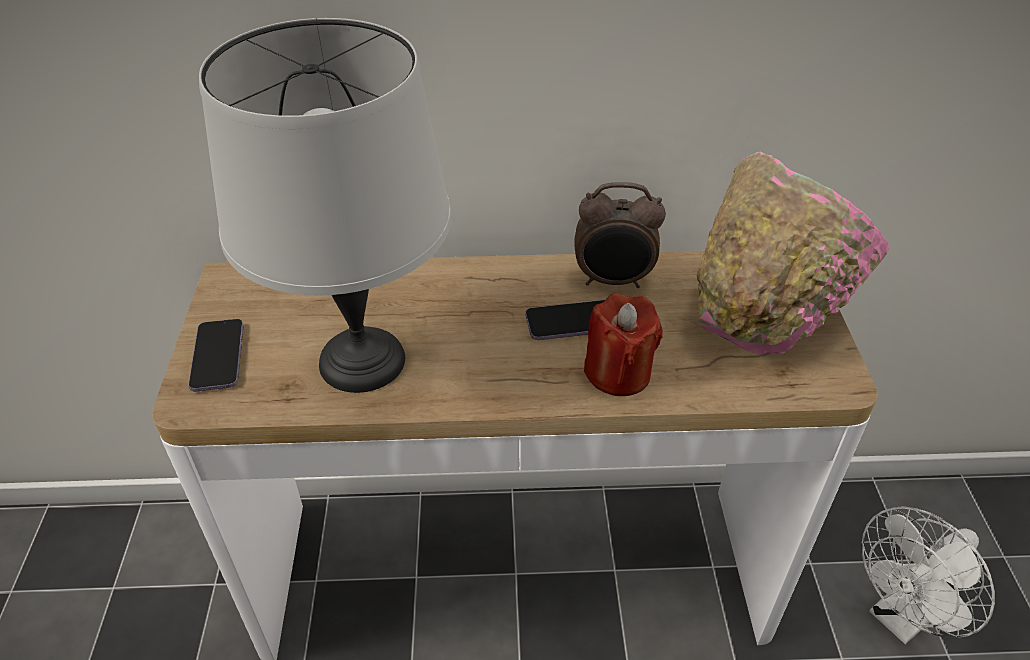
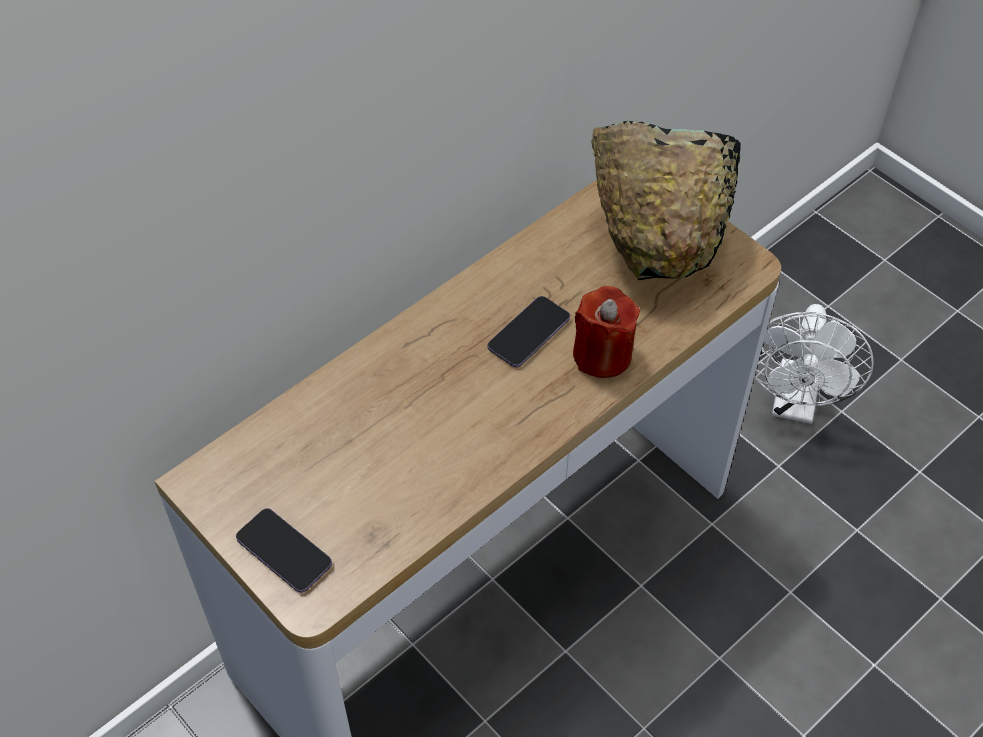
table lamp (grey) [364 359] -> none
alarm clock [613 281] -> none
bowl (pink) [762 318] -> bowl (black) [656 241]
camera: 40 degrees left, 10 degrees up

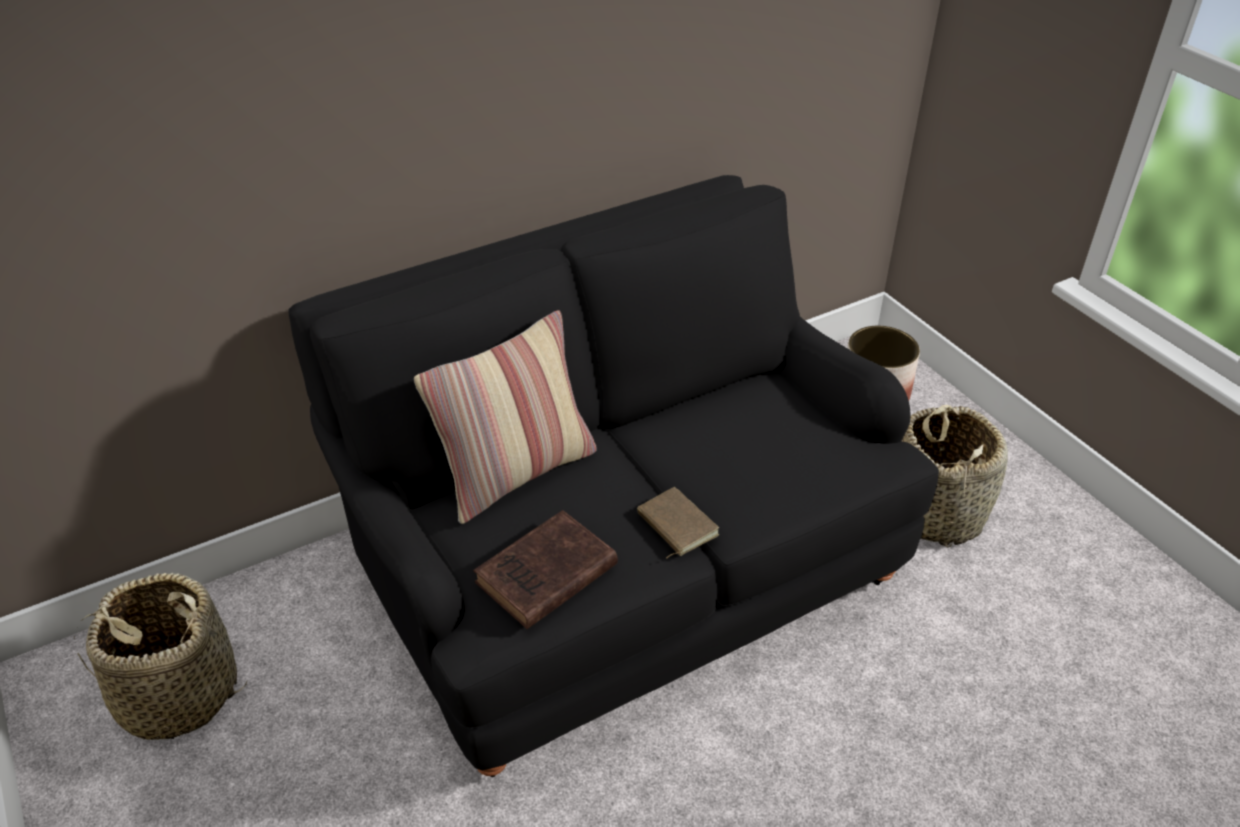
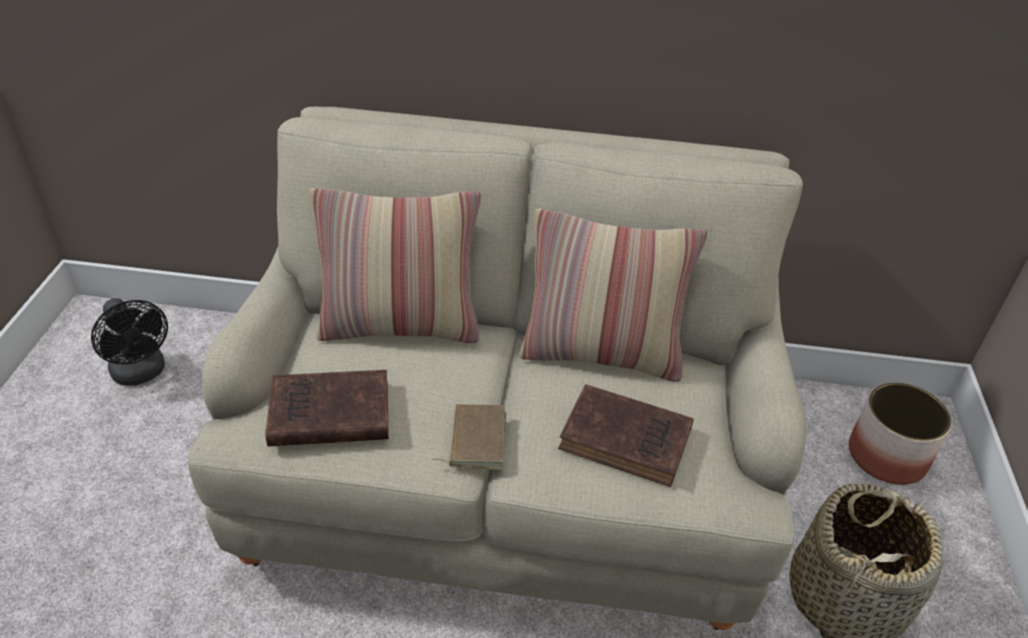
none -> pillow [601 354]
none -> book (brown) [629 440]
basket [178 693] -> fan (black) [141 373]
sofa (black) [619 567] -> sofa (beige) [505 469]
camera: 35 degrees right, 0 degrees up

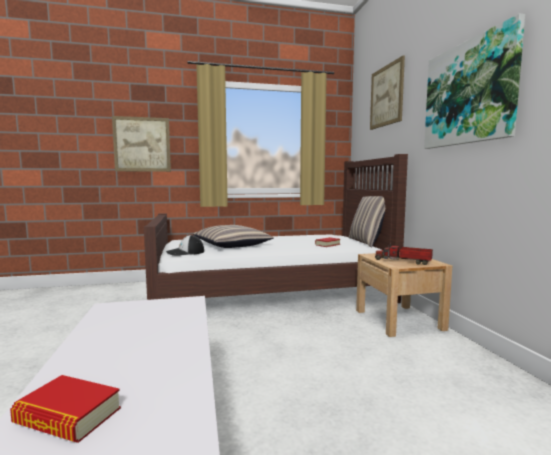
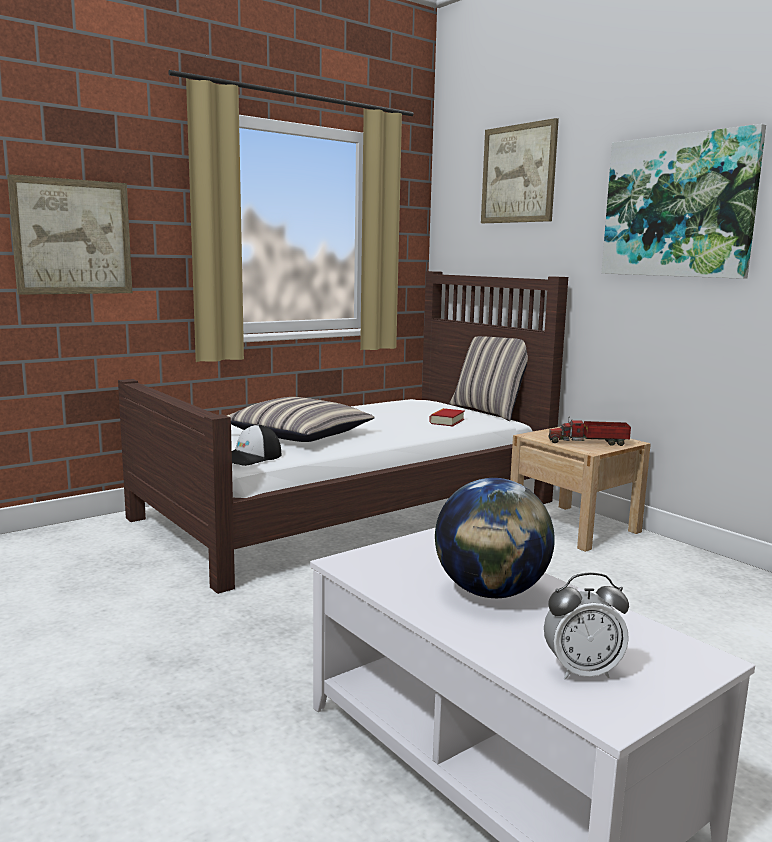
none -> globe [491 592]
book [68 416] -> alarm clock [582 671]
camera: 25 degrees left, 5 degrees up

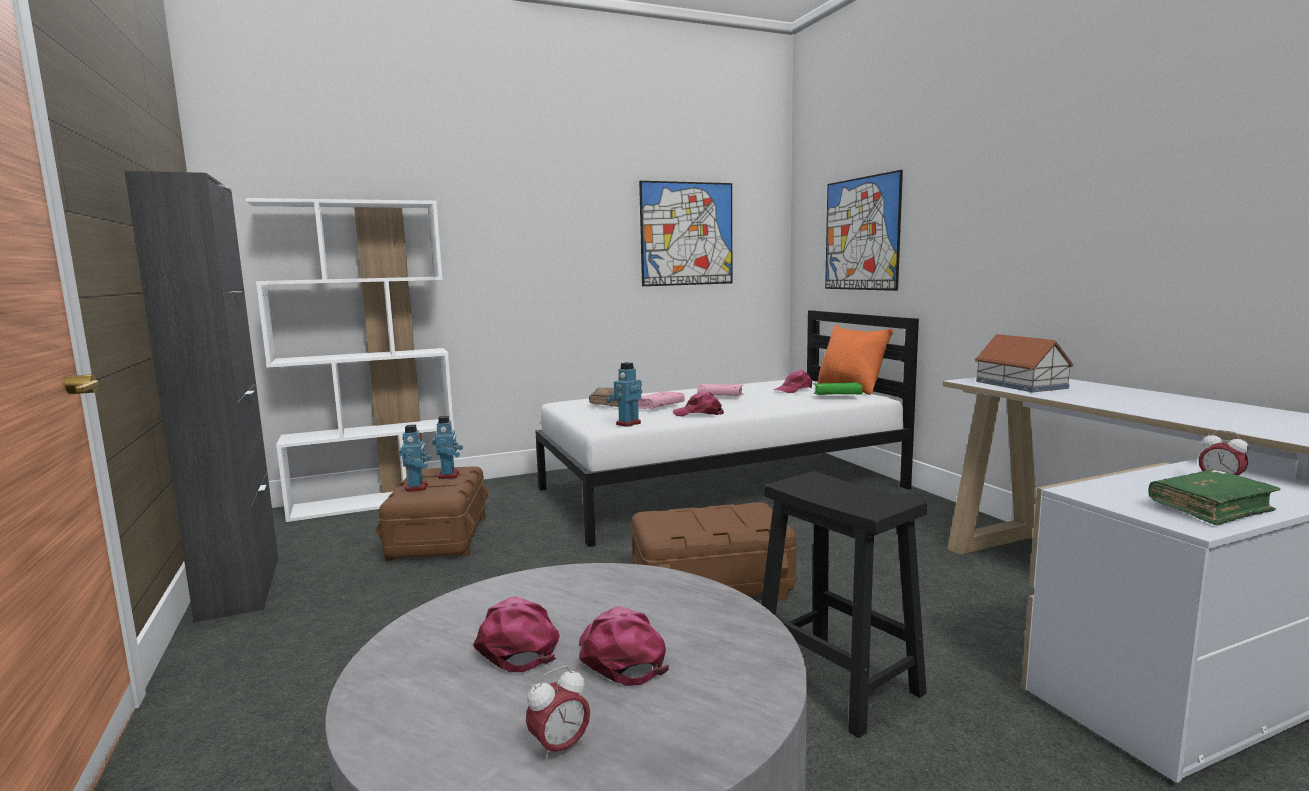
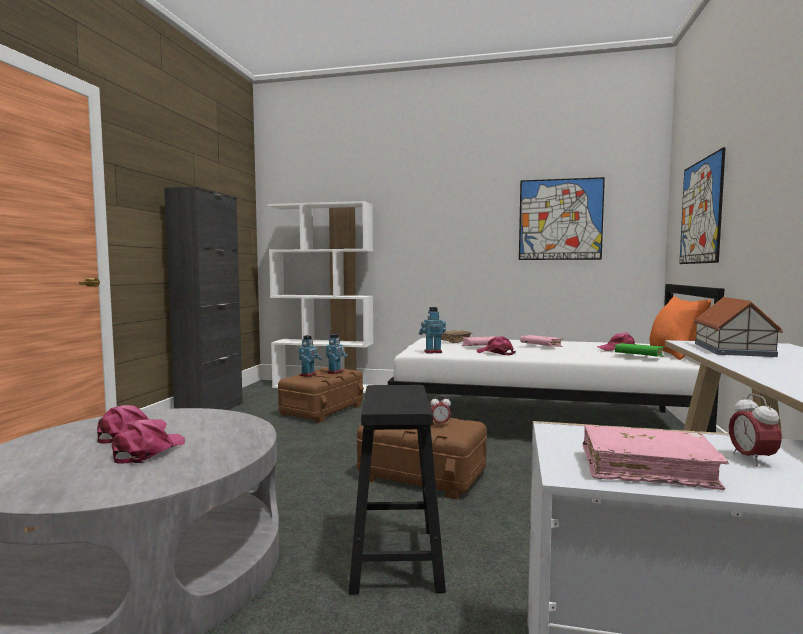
alarm clock [560 748] -> alarm clock [440 424], move
book (green) [1210 508] -> book (pink) [647 469]
camera: 35 degrees right, 5 degrees down

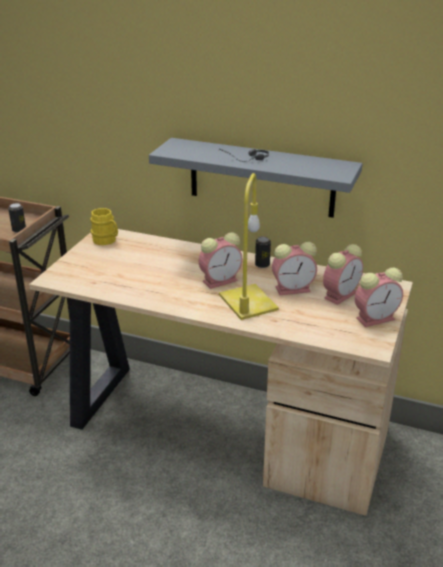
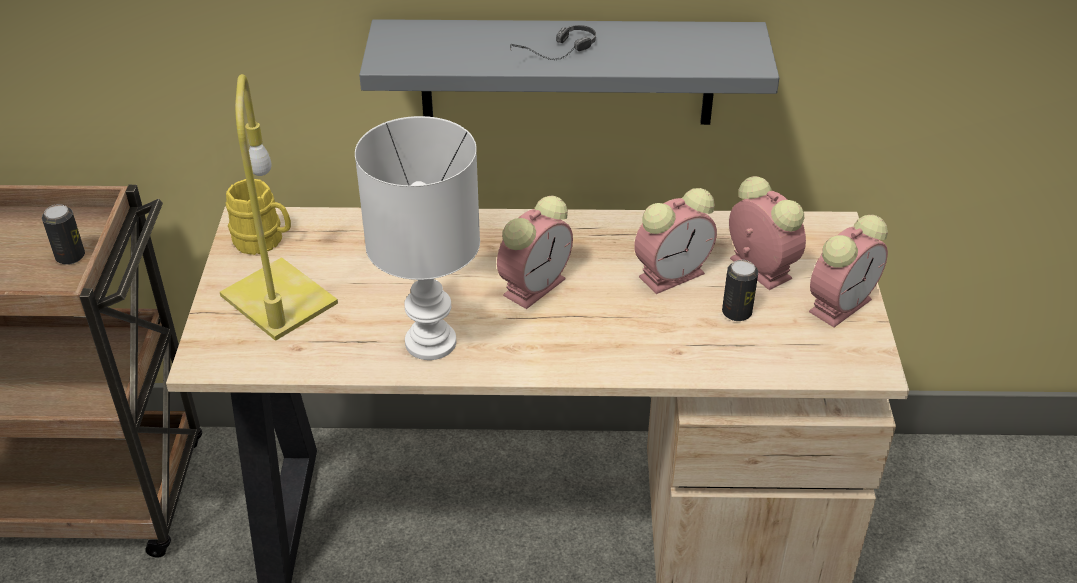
none -> table lamp (white) [430 341]
table lamp (yellow) [249 303] -> table lamp (yellow) [281 300], move
can [262 265] -> can [736 312], move
alarm clock [341 294] -> alarm clock [758 267], 60 degrees counterclockwise
camera: 20 degrees left, 10 degrees up

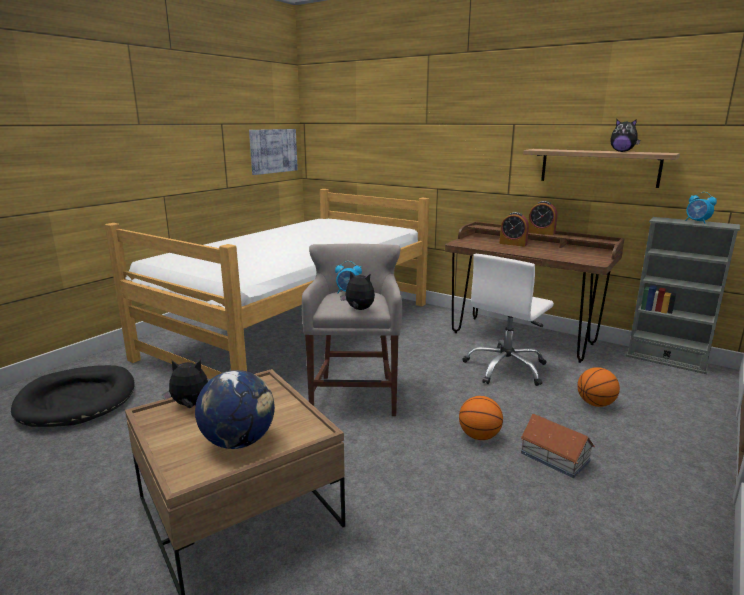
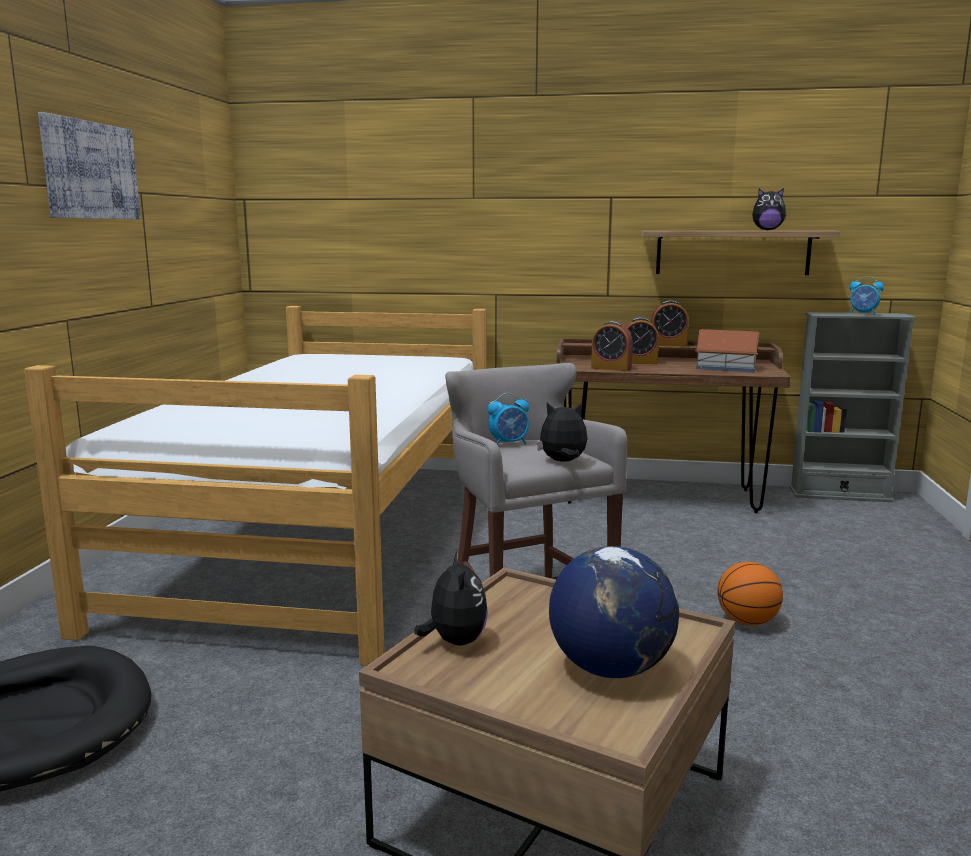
office chair (white) [506 368] -> none
basketball [595 404] -> none
none -> alarm clock [611 368]
picture [273 151] -> picture [90 170], move
toy house [554 456] -> toy house [725 367], move
plush toy [190 405] -> plush toy [454 641], 105 degrees clockwise
camera: 25 degrees left, 5 degrees down

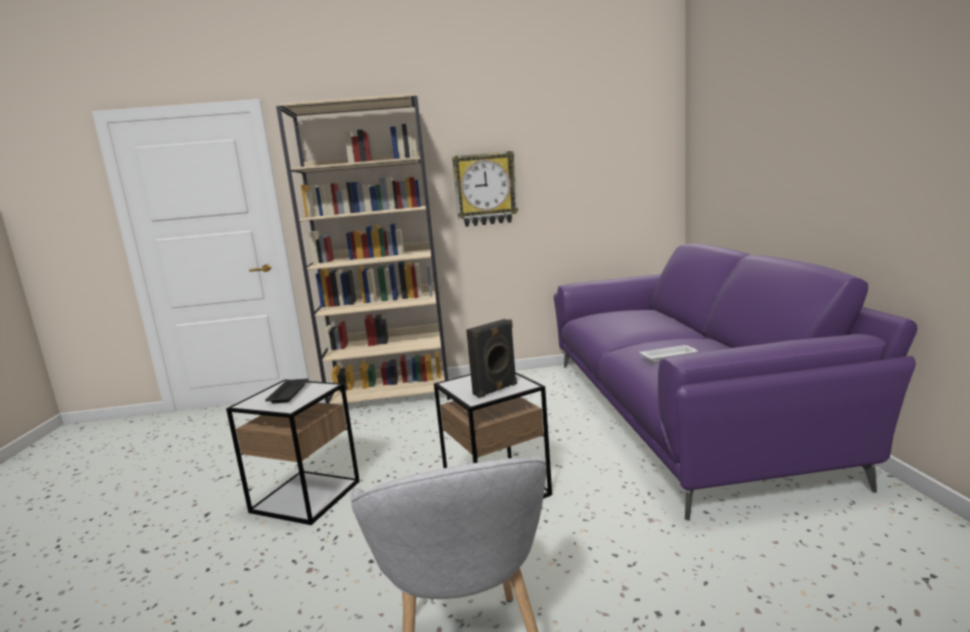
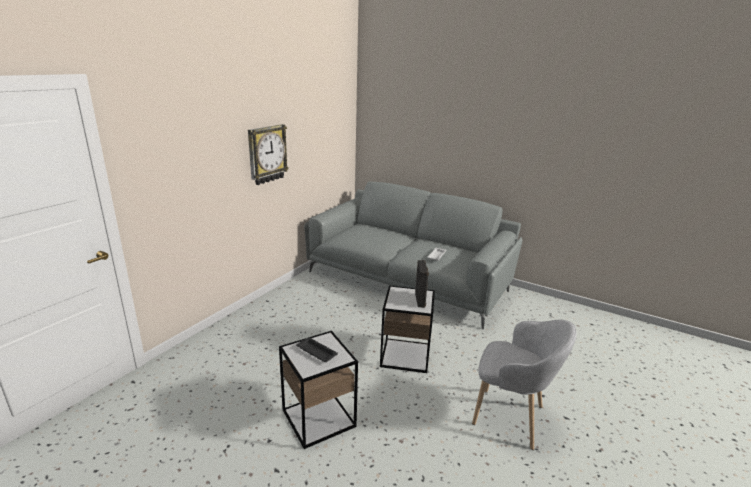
bookcase (beige) [392 395] -> none
sofa (purple) [682 411] -> sofa (grey) [408 280]
camera: 55 degrees left, 10 degrees up

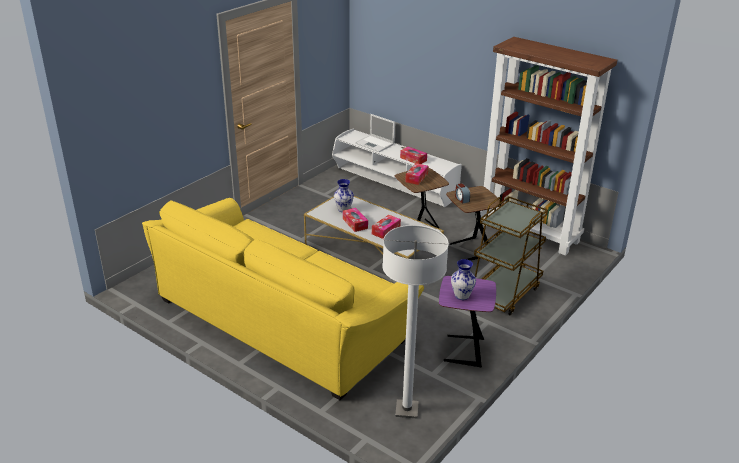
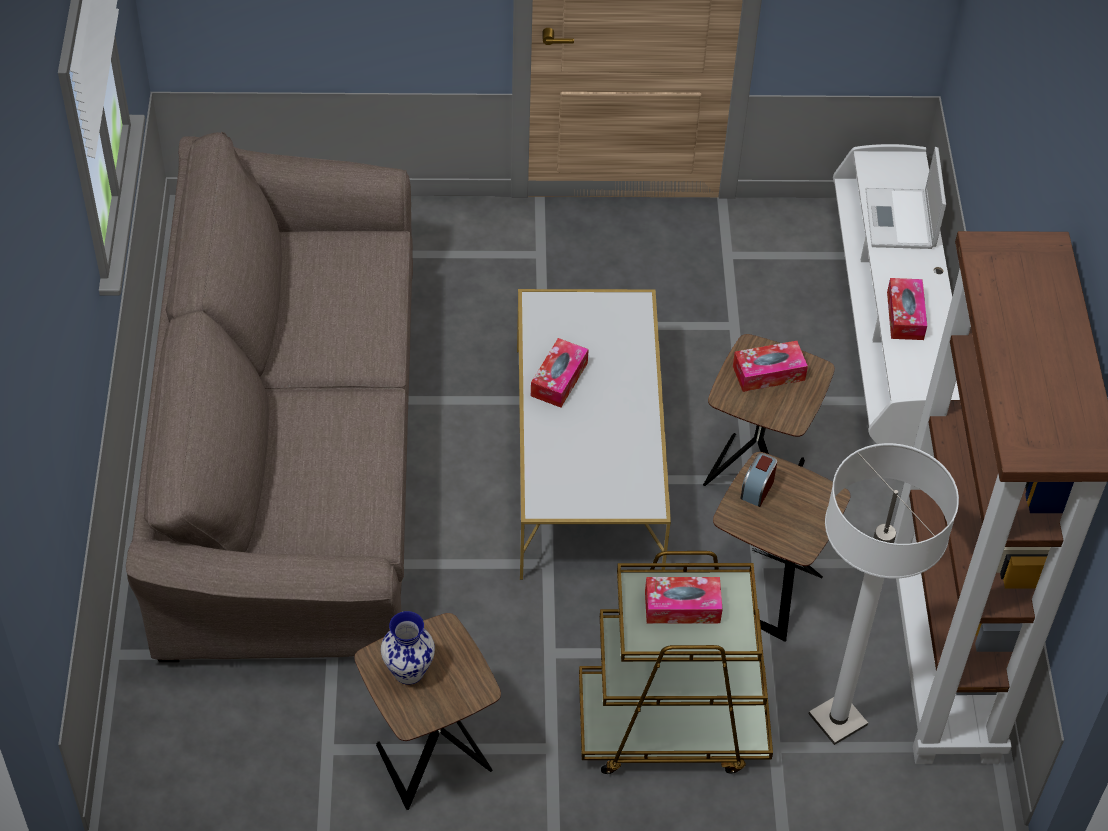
vase [343 209] -> none
tissue box [386 230] -> tissue box [682 607], move
floor lamp (white) [406 410] -> floor lamp (white) [837 720], move
sofa (yellow) [282 318] -> sofa (brown) [293 455]
side table (purple) [462 351] -> side table (brown) [429 756]
camera: 50 degrees right, 20 degrees up

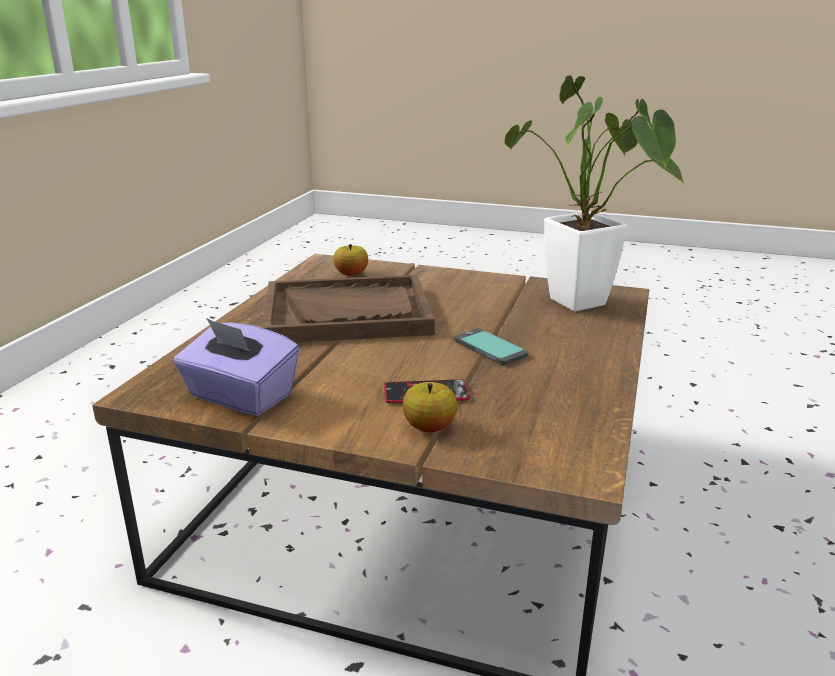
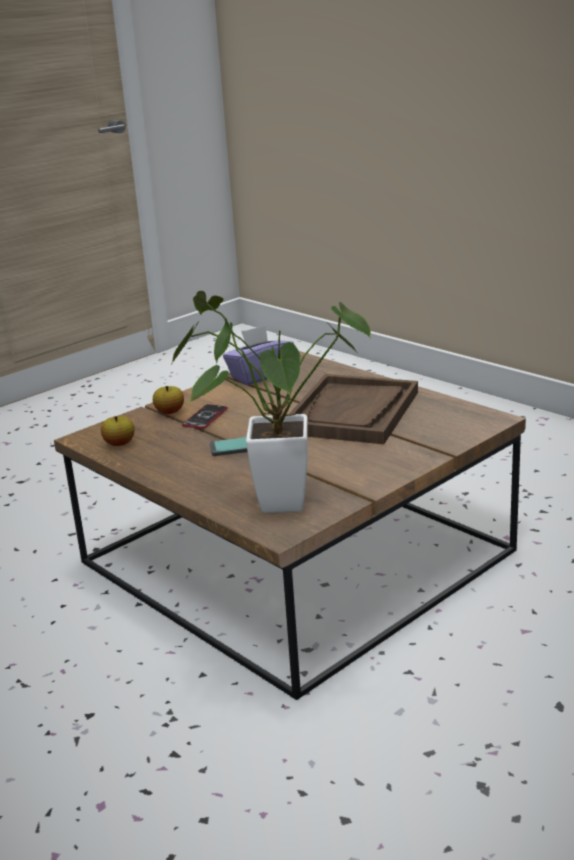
apple [351 274] -> apple [119 444], move
camera: 120 degrees right, 0 degrees up

